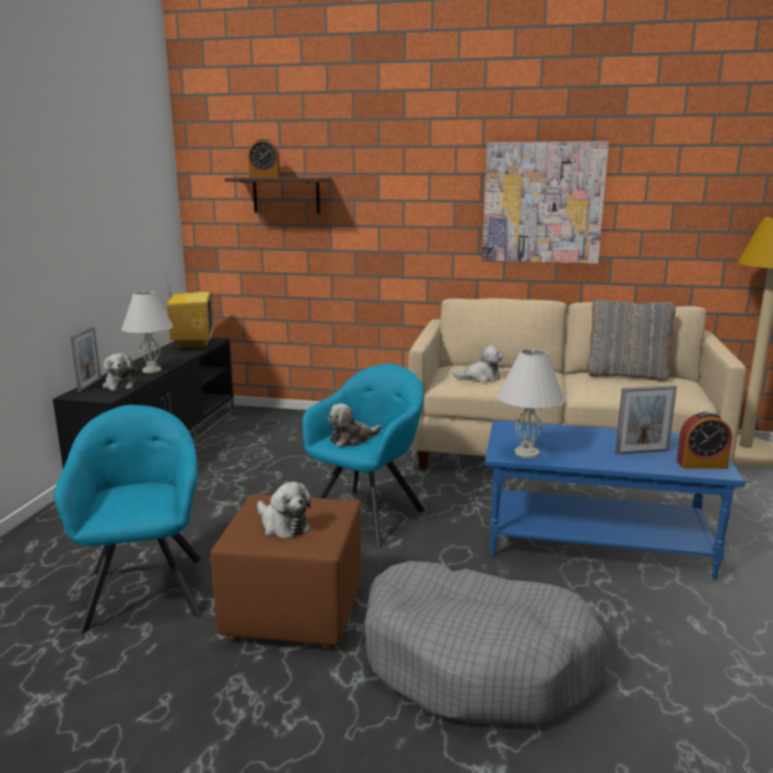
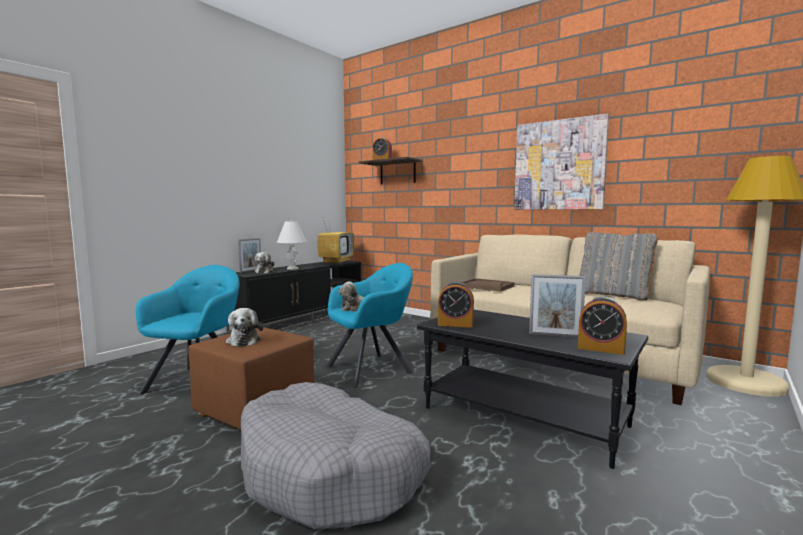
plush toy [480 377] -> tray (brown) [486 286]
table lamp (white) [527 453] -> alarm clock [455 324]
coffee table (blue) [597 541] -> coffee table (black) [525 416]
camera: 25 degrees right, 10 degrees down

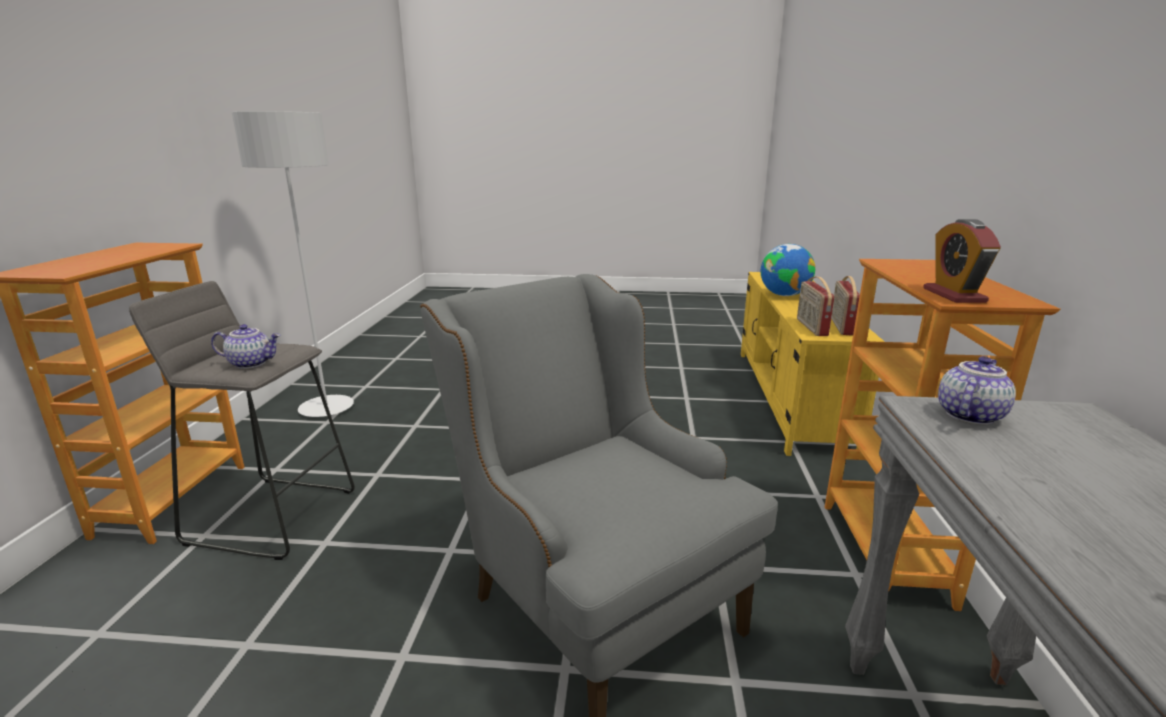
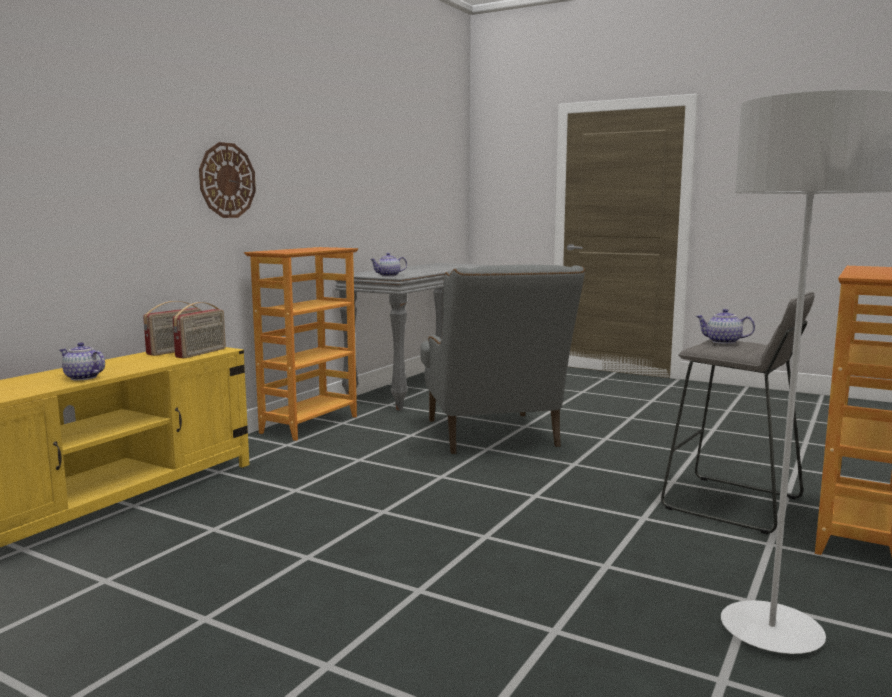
alarm clock [953 295] -> none
none -> wall clock [227 180]
globe [784 295] -> teapot [82 378]
camera: 155 degrees left, 10 degrees down

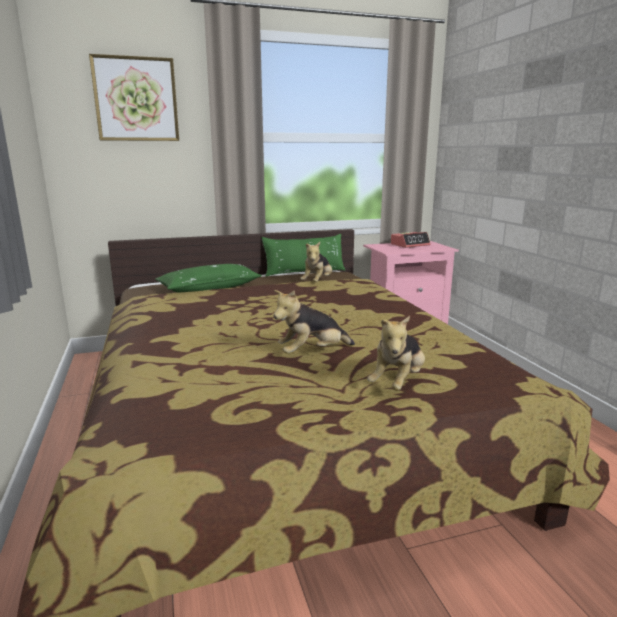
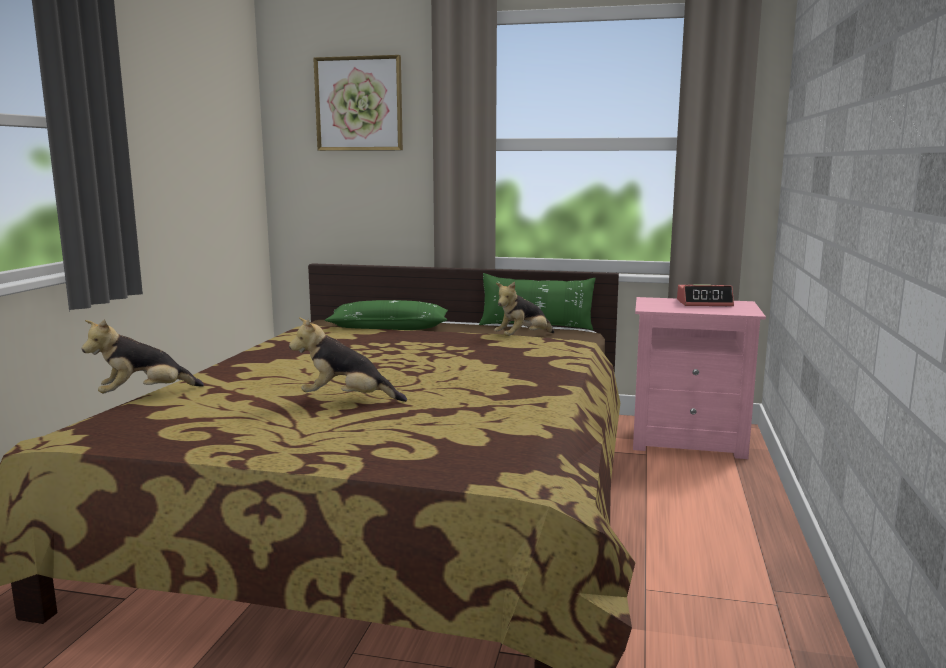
plush toy [398 382] -> plush toy [144 395], move
camera: 30 degrees right, 5 degrees down

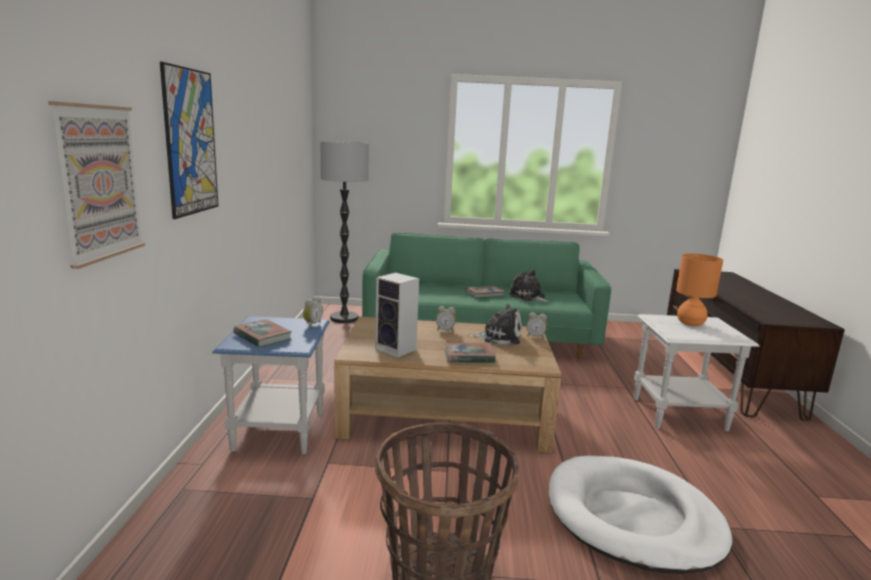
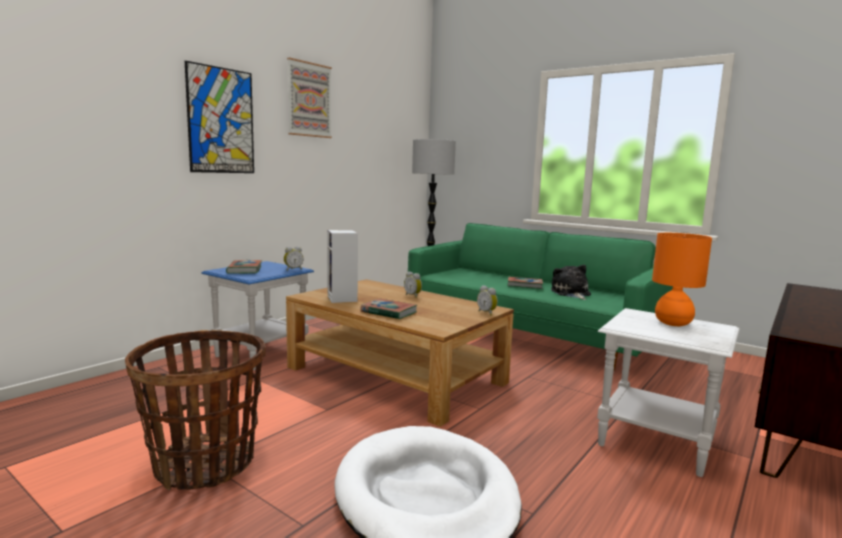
plush toy [499 337] -> none
picture [99 182] -> picture [309 100], move
camera: 35 degrees right, 5 degrees down

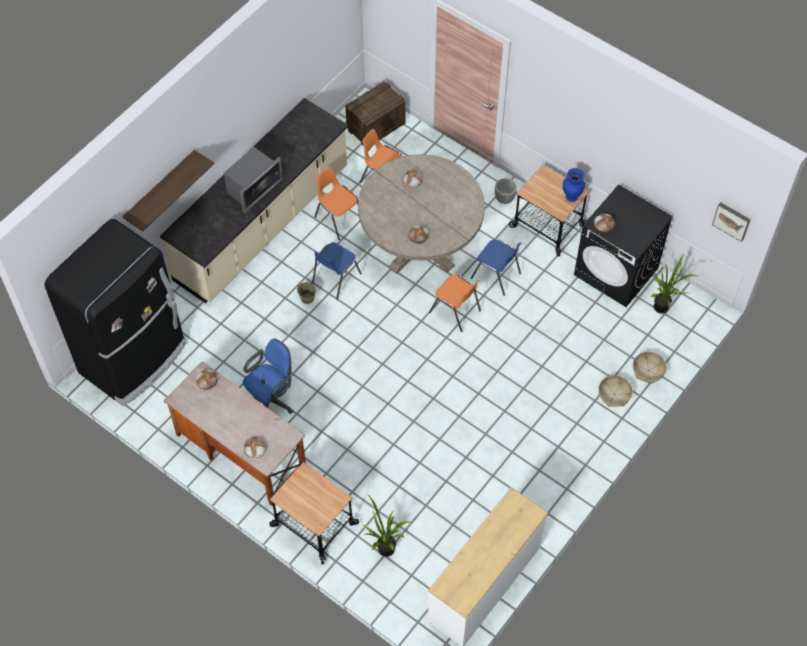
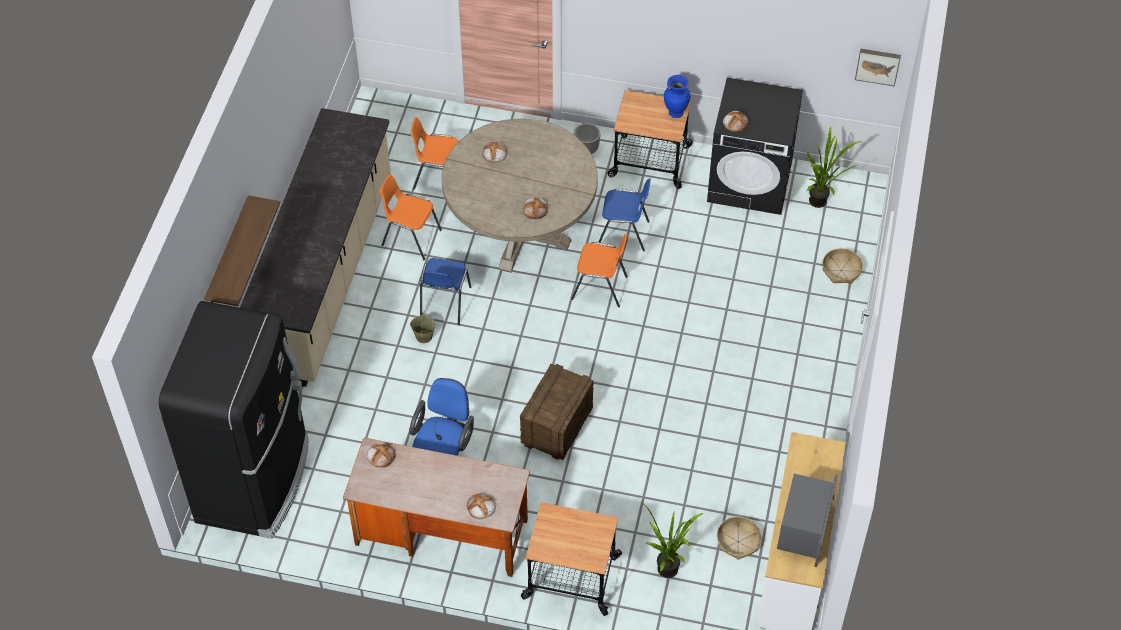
microwave [253 188] -> microwave [804 528], move
crate [376 126] -> crate [557 425], move
basket [614 394] -> basket [738 541], move
camera: 25 degrees left, 5 degrees down

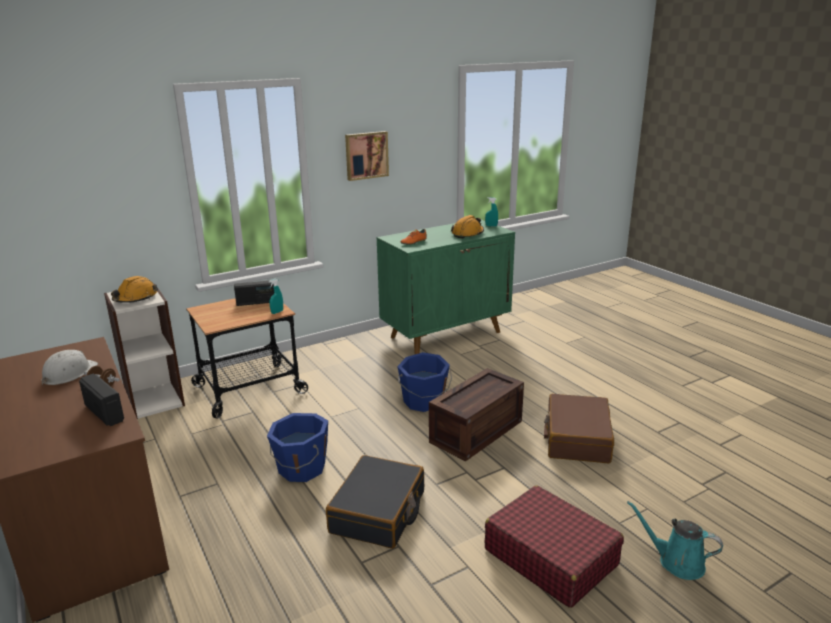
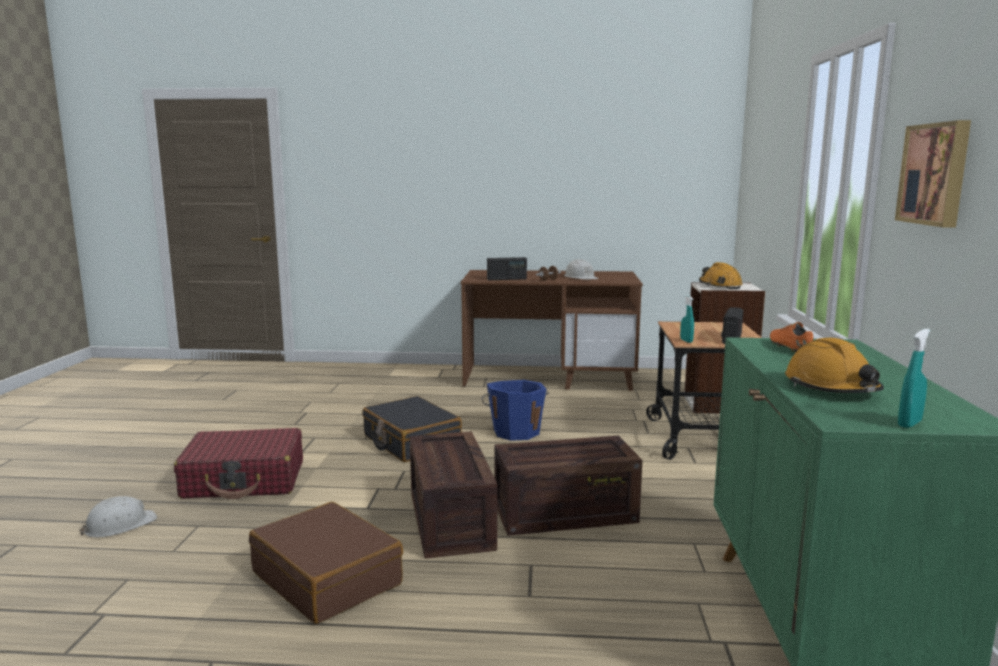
bucket (blue) [424 401] -> crate [563 514]
watering can (turquoise) [676 562] -> hard hat (white) [120 525]
camera: 125 degrees right, 10 degrees down

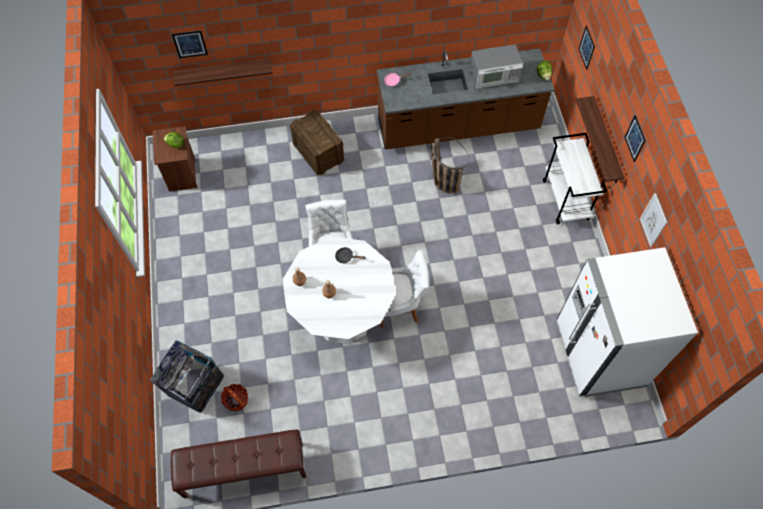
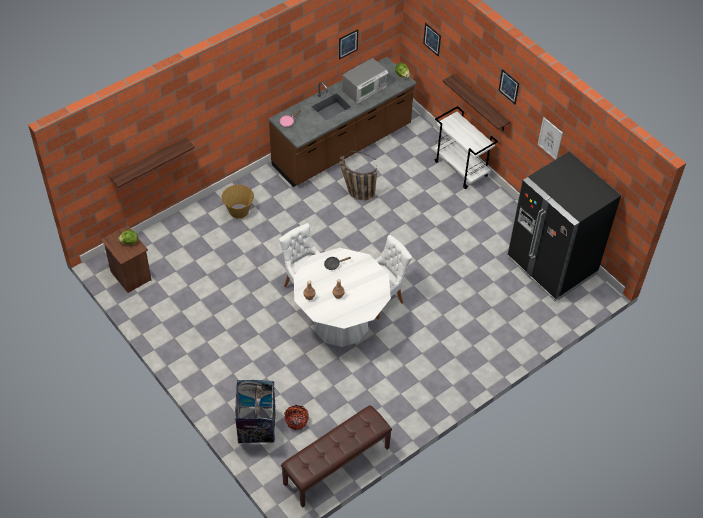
picture [190 44] -> picture [348 44], move
crate [318 152] -> basket [239 211]
fridge (white) [599 354] -> fridge (black) [551 266]
camera: 30 degrees left, 10 degrees down

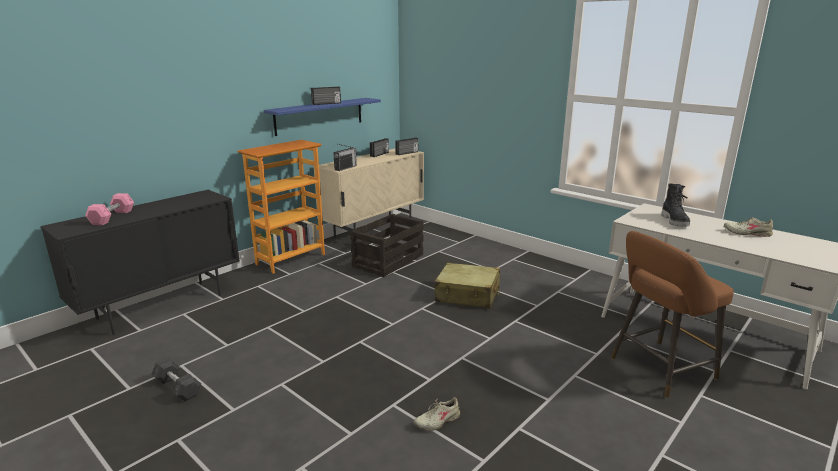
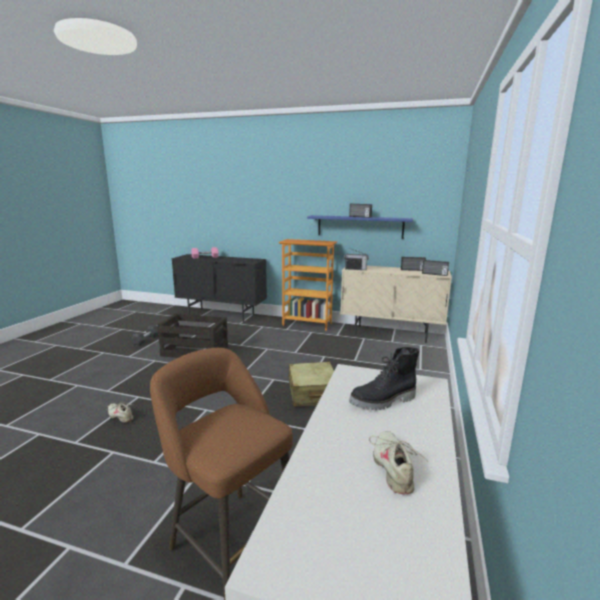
crate [388 260] -> crate [195 351], move
camera: 65 degrees right, 5 degrees down

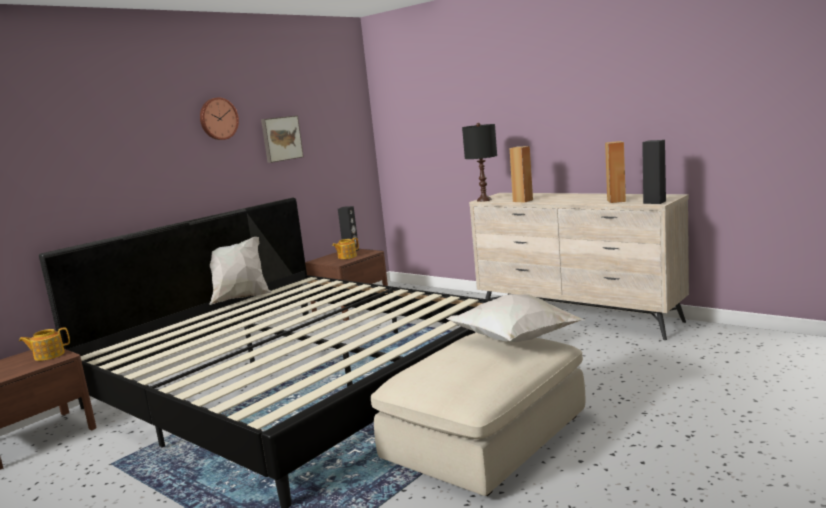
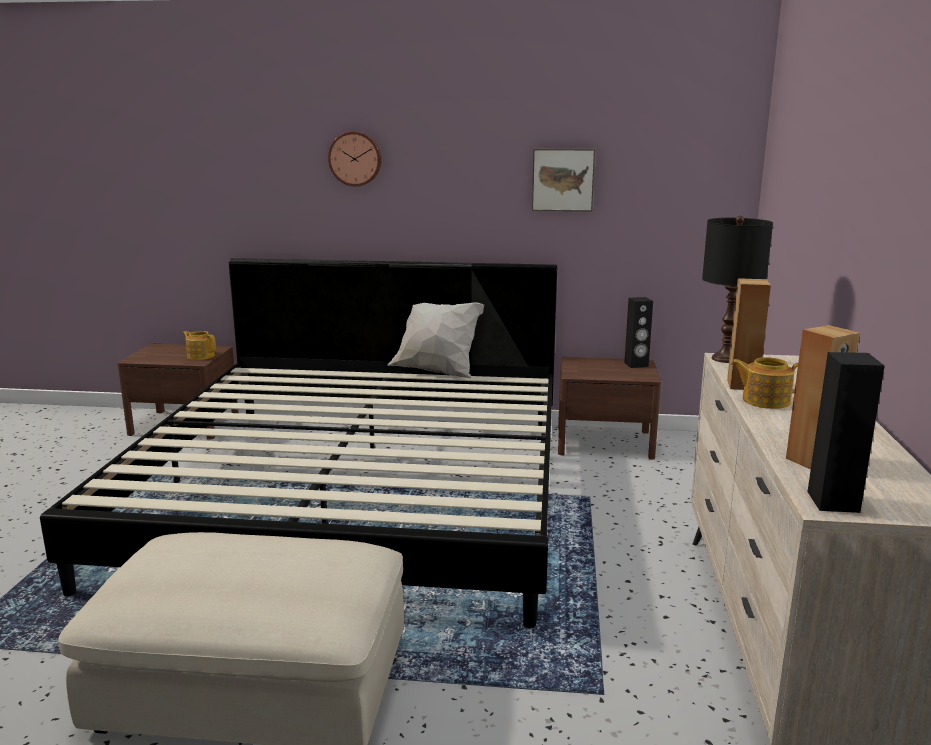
pillow (white) [516 341] -> none
wall clock [218 119] -> wall clock [355 158], move
teapot [346 257] -> teapot [764 400], move
camera: 55 degrees right, 5 degrees up

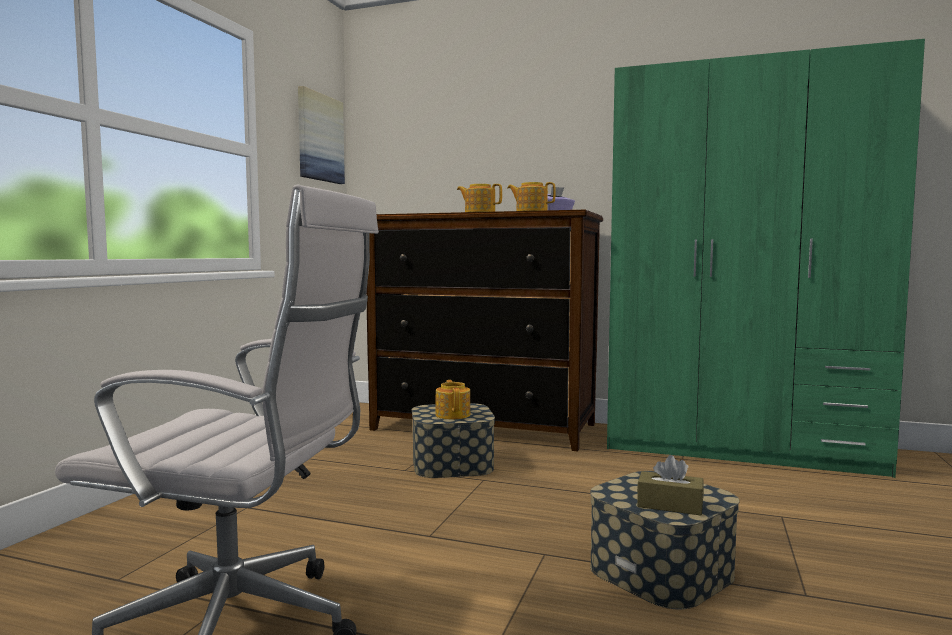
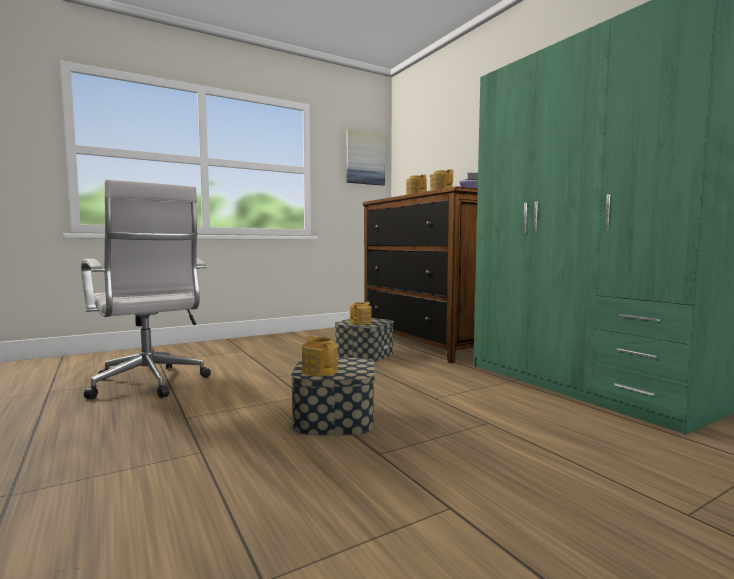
tissue box (brown) [670 505] -> teapot [320 371]
camera: 40 degrees right, 0 degrees up

